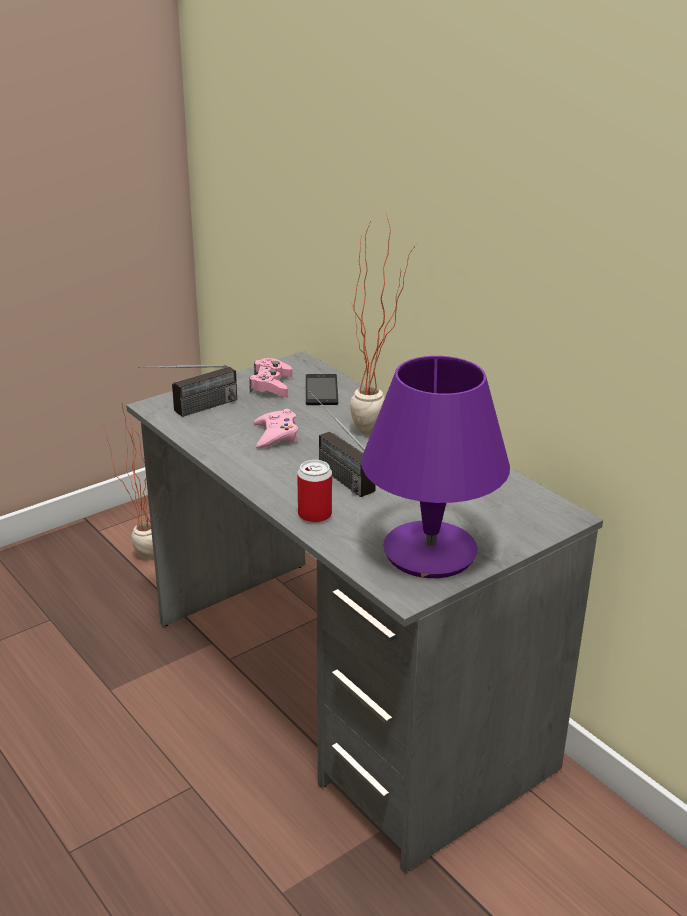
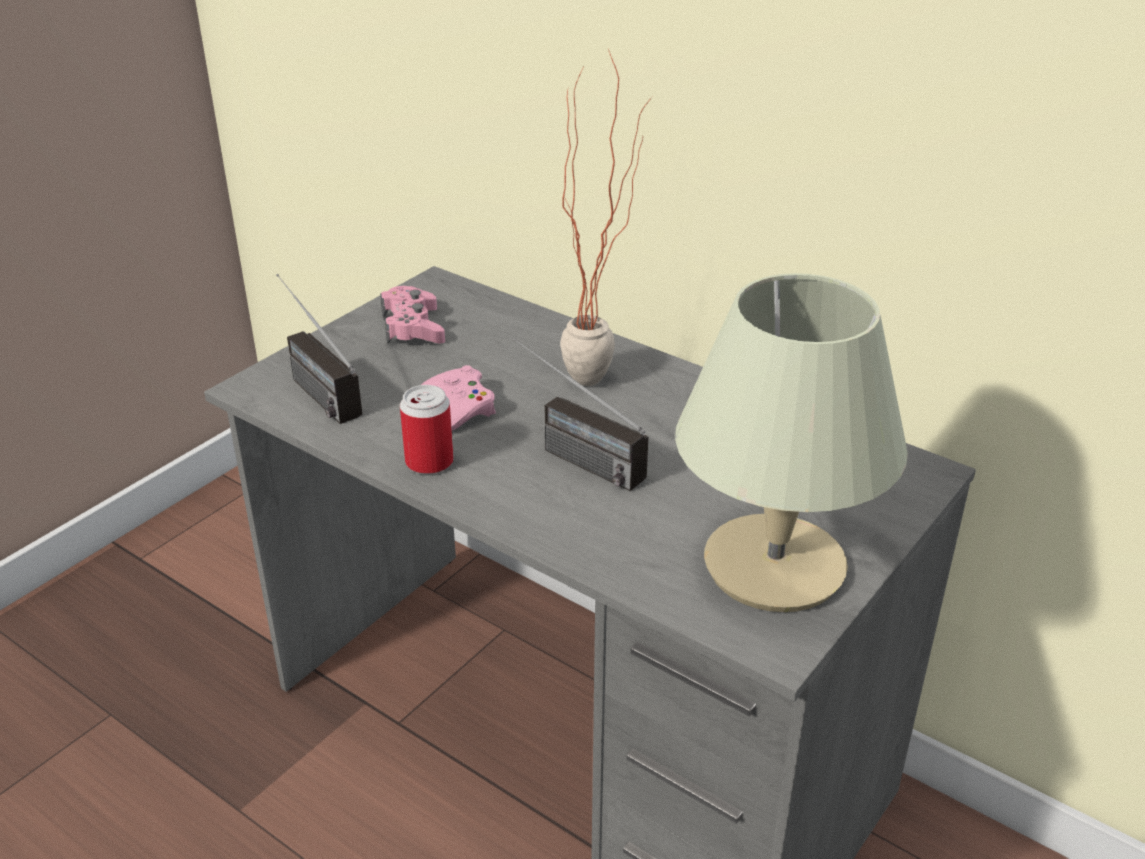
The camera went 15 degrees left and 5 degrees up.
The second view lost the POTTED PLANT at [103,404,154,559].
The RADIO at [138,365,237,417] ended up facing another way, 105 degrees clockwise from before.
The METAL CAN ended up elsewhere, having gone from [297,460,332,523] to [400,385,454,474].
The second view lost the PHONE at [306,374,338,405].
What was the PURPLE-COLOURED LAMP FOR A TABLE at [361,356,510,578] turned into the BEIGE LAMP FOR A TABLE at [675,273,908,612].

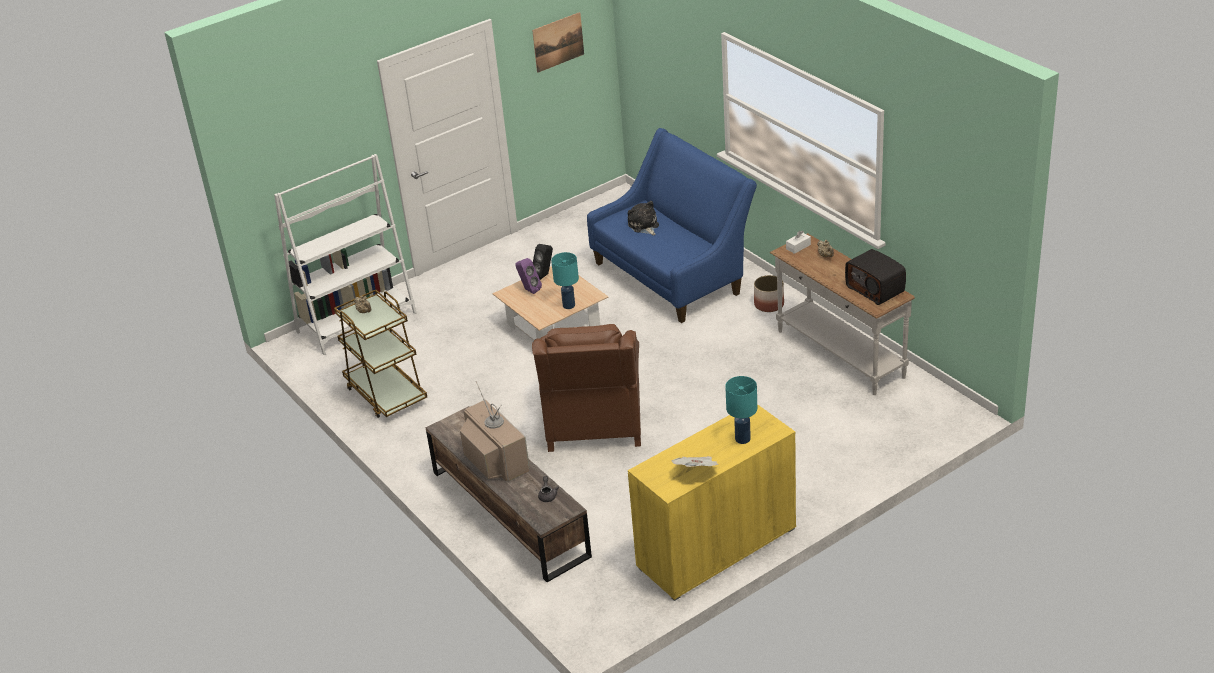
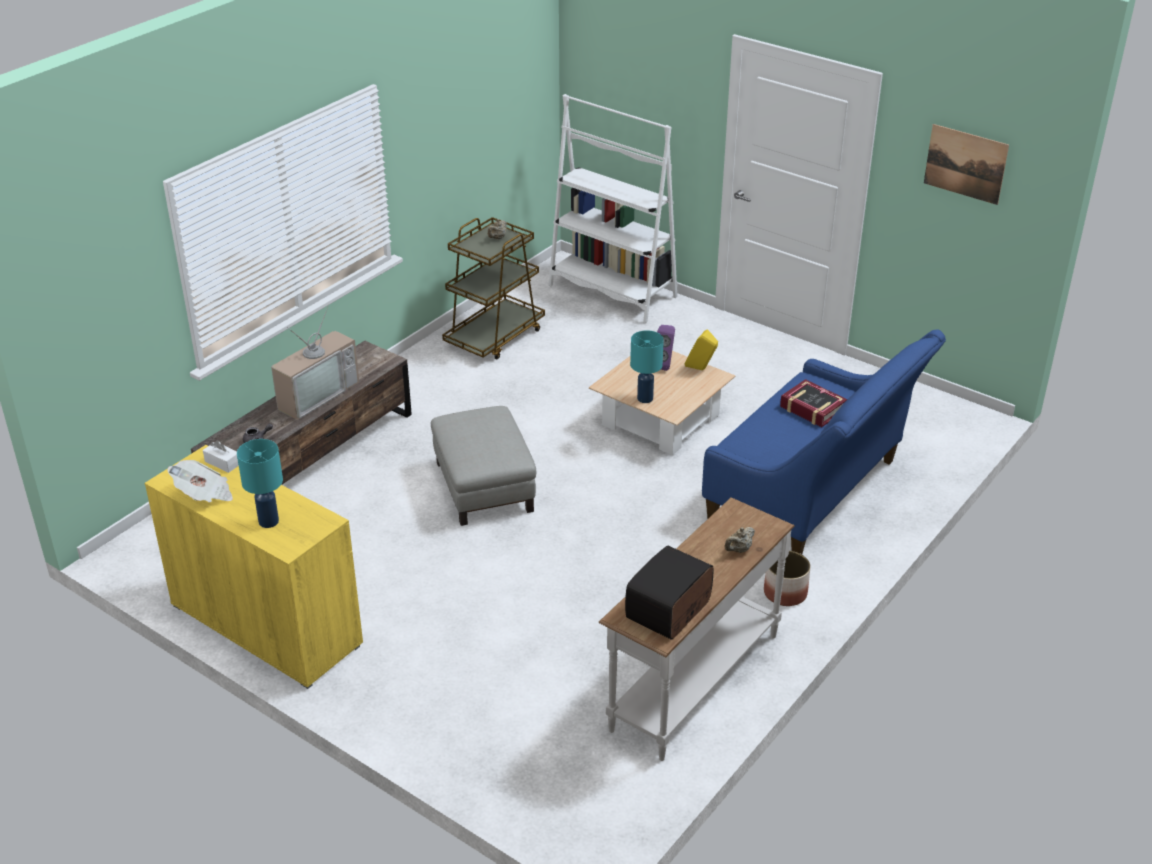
The camera went 70 degrees right and 0 degrees up.
Where the BROWN EASY CHAIR stood at [532,324,641,452], the GREY OTTOMAN came to stand at [431,406,536,526].
What was the BLACK-COLOURED LOUDSPEAKER at [533,244,553,280] turned into the YELLOWISH LOUDSPEAKER at [685,330,718,370].
Where the SOFT TOY stood at [628,201,659,235], the BOUND BOOK came to stand at [780,379,847,427].
The WHITISH BOX OF TISSUES ended up elsewhere, having gone from [786,230,811,254] to [203,440,239,473].

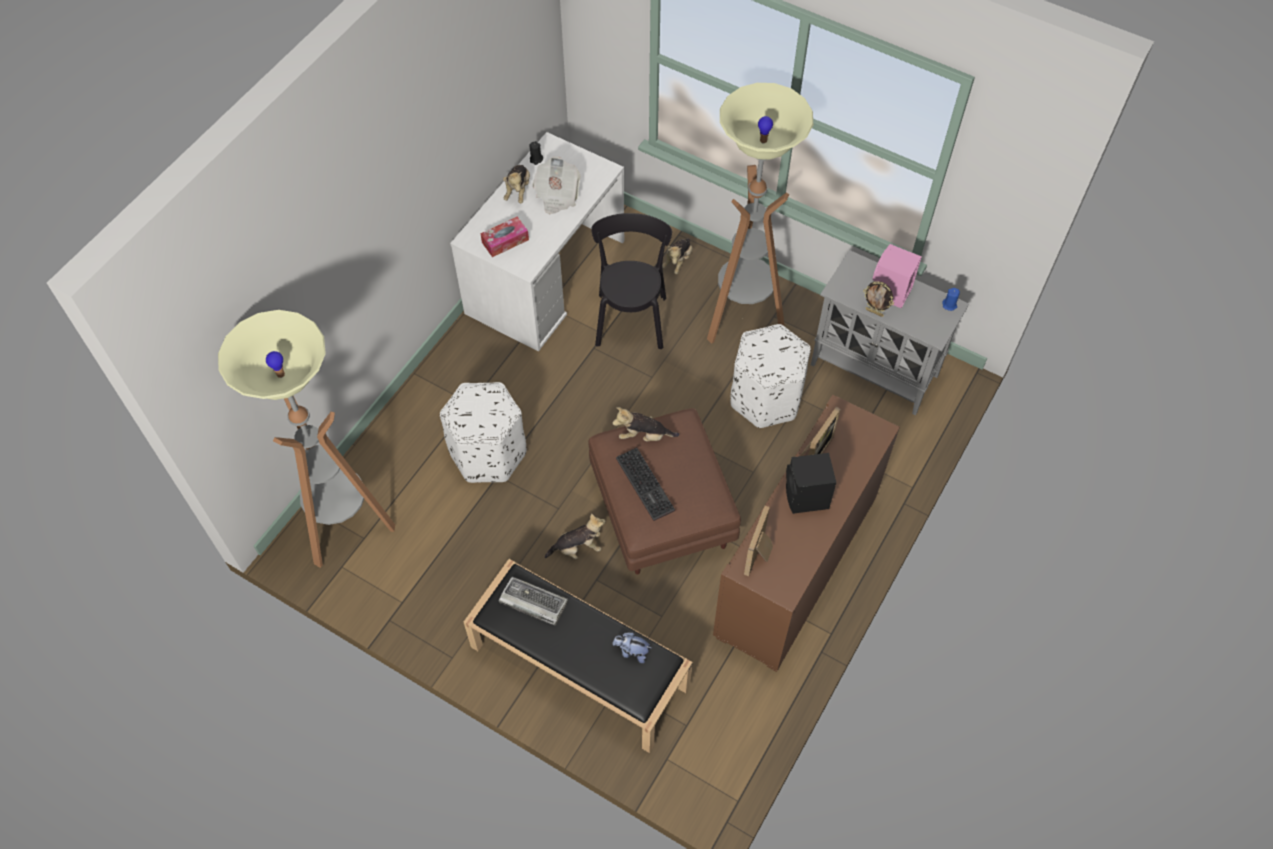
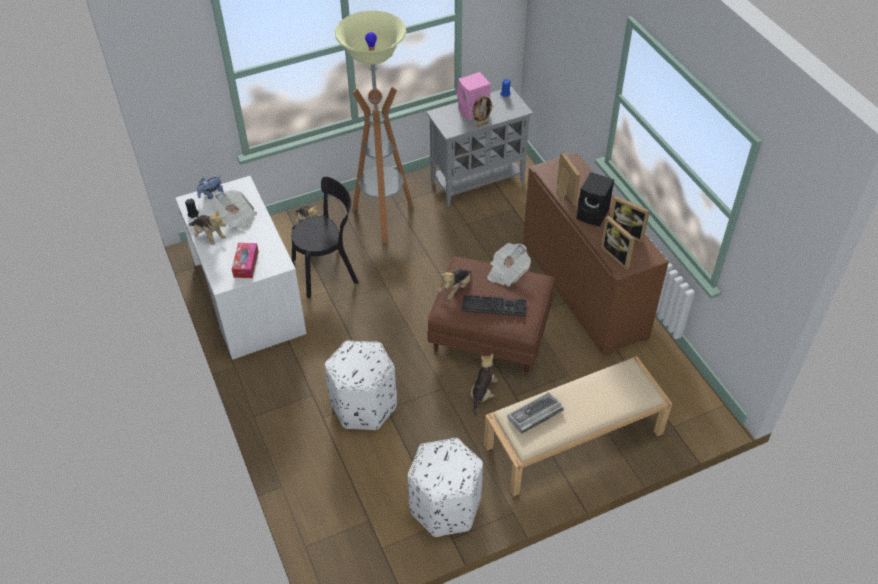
The camera went 55 degrees left and 10 degrees down.
The second view lost the STANDARD LAMP at [218,310,395,568].
What was the BLACK-COLOURED INDOOR BENCH at [464,559,693,753] turned into the BEIGE INDOOR BENCH at [484,356,672,497].
The BLACK-COLOURED PLAIN CHAIR at [591,213,672,349] ended up facing another way, 120 degrees clockwise from before.
The SOFT TOY ended up elsewhere, having gone from [612,632,651,663] to [197,176,224,199].
The WHITISH OTTOMAN ended up elsewhere, having gone from [731,324,811,428] to [408,438,483,537].
The second view gained the DAILY PAPER at [487,243,531,287].
The second view gained the PICTURE FRAME at [611,196,650,243].

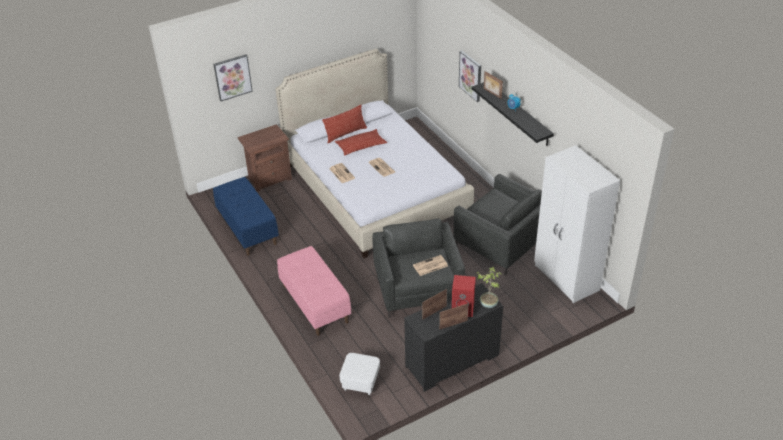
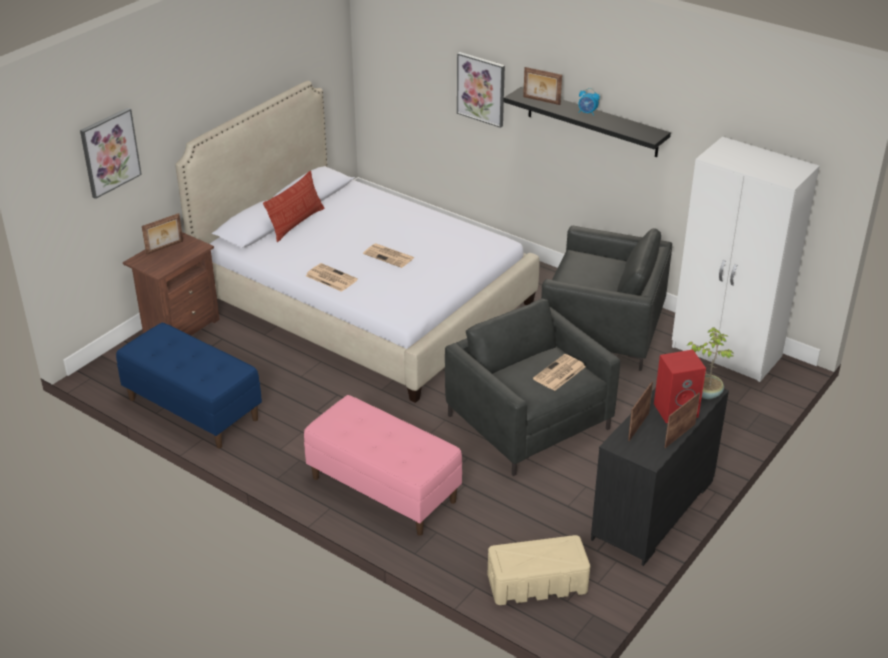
The camera went 25 degrees left and 5 degrees down.
The second view lost the THROW PILLOW at [335,129,387,156].
Where the WHITISH OTTOMAN stood at [339,353,380,395], the BEIGE STORAGE BOX came to stand at [488,535,590,605].
The second view gained the PICTURE FRAME at [142,213,183,255].

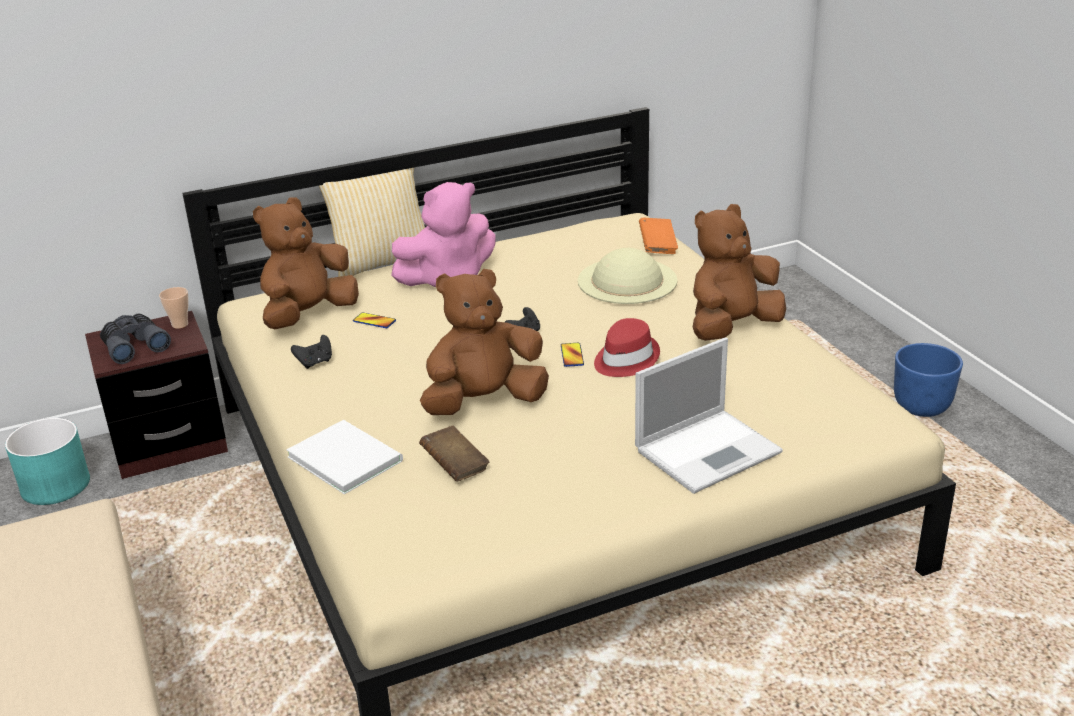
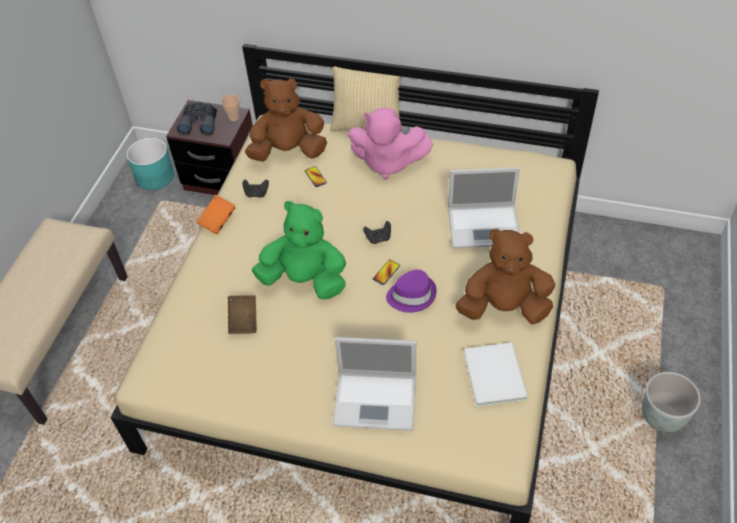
The camera went 40 degrees right and 20 degrees up.
The WHITISH BOUND BOOK ended up elsewhere, having gone from [286,420,403,495] to [464,343,528,407].
What was the BROWN SOFT TOY at [420,269,549,415] turned into the GREEN SOFT TOY at [252,201,346,299].
Where the BEIGE WEARABLE HAT stood at [578,248,678,304], the PORTABLE COMPUTER came to stand at [448,167,520,248].
What was the REDDISH WEARABLE HAT at [594,318,660,377] turned into the PURPLE-COLOURED WEARABLE HAT at [386,269,436,313].
The ORANGE-COLOURED BOUND BOOK ended up elsewhere, having gone from [639,218,678,254] to [196,195,236,234].
What was the BLUE-COLOURED PLANTER at [894,343,963,417] turned into the GREY PLANTER at [642,372,701,432].

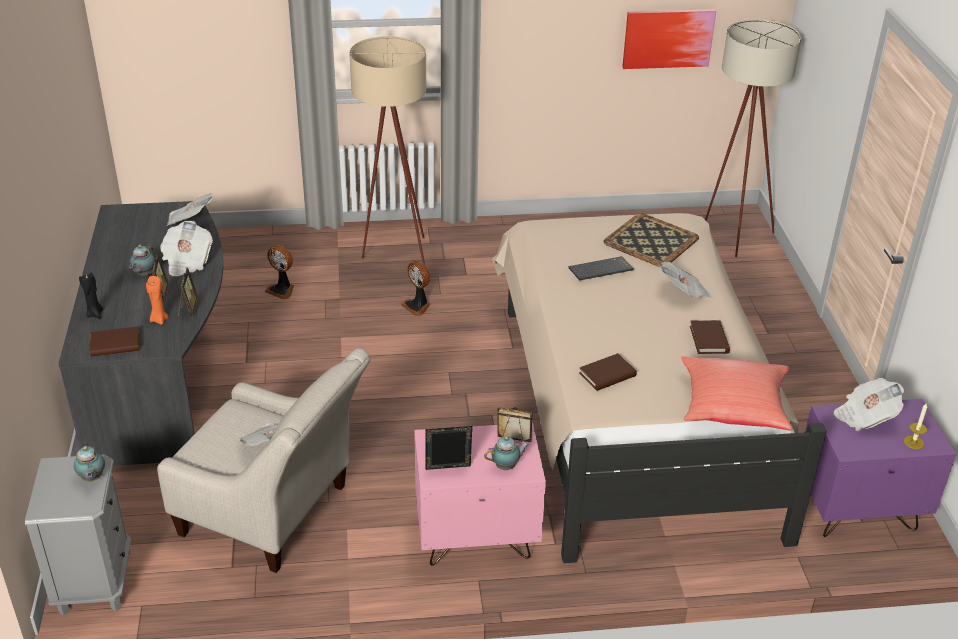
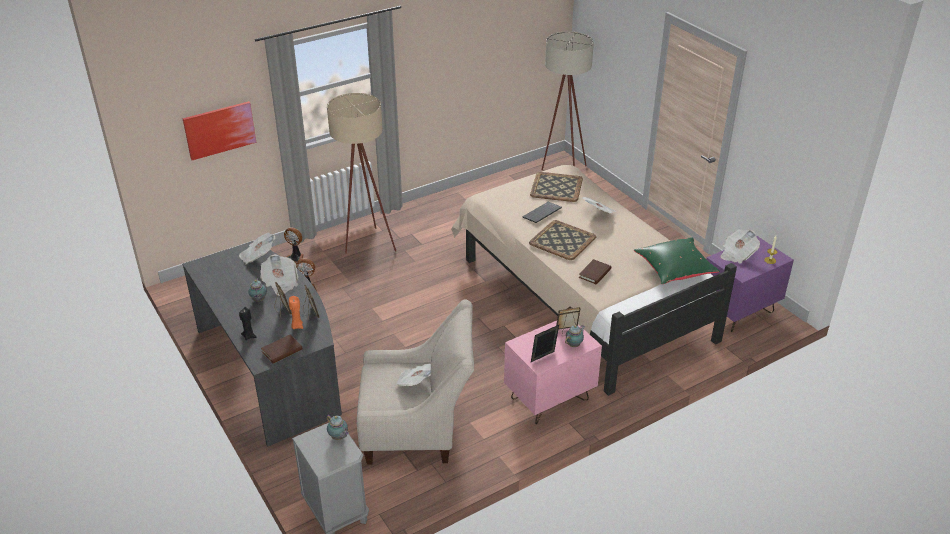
The camera went 25 degrees left and 0 degrees up.
The ELECTRIC FAN ended up elsewhere, having gone from [401,261,431,316] to [284,227,303,265].
The PICTURE ended up elsewhere, having gone from [622,9,716,69] to [183,101,256,160].
What was the REDDISH THROW PILLOW at [681,356,793,430] turned into the GREEN THROW PILLOW at [634,237,720,284].
The second view lost the BROWN BOUND BOOK at [690,320,730,354].
The second view gained the TRAY at [529,220,596,260].

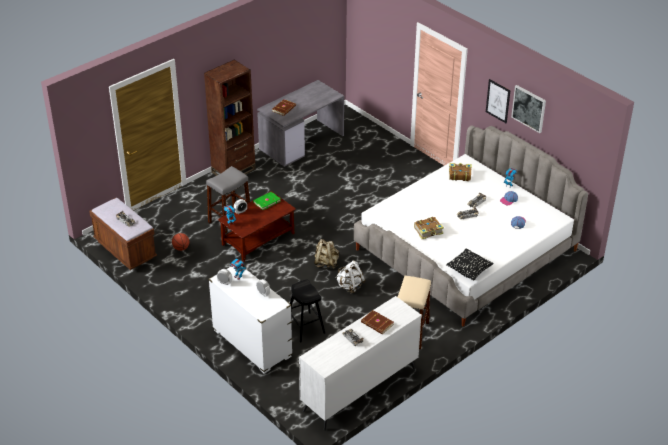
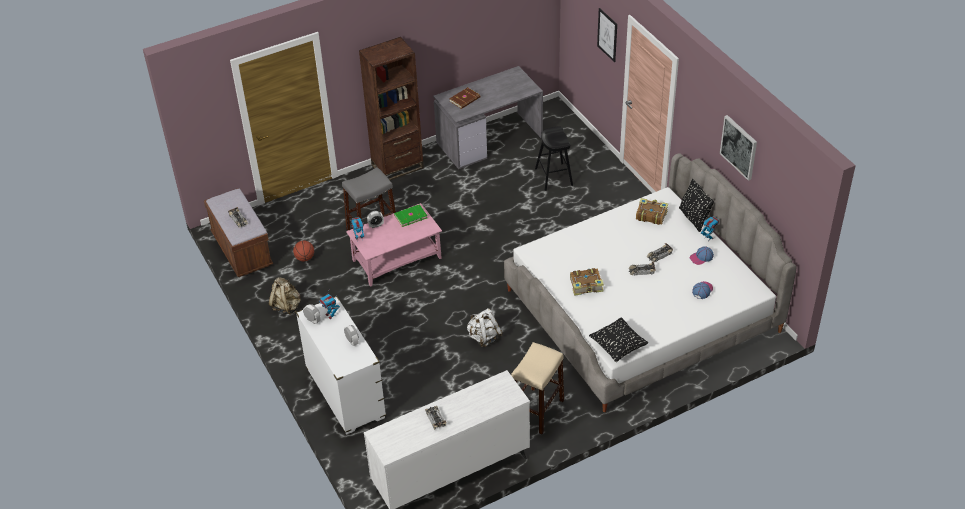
The camera went 15 degrees right and 5 degrees up.
What was the BROWN LOUNGE TABLE at [218,191,296,262] turned into the PINK-COLOURED LOUNGE TABLE at [346,203,442,287].
The BLACK-COLOURED STOOL ended up elsewhere, having gone from [290,280,325,343] to [535,126,573,191].
The BEIGE RUCKSACK ended up elsewhere, having gone from [314,239,339,269] to [269,277,301,315].
The second view lost the BROWN BOUND BOOK at [361,310,394,334].
The PICTURE ended up elsewhere, having gone from [486,79,511,123] to [597,8,617,62].
The second view gained the BLACK-COLOURED THROW PILLOW at [679,179,714,232].

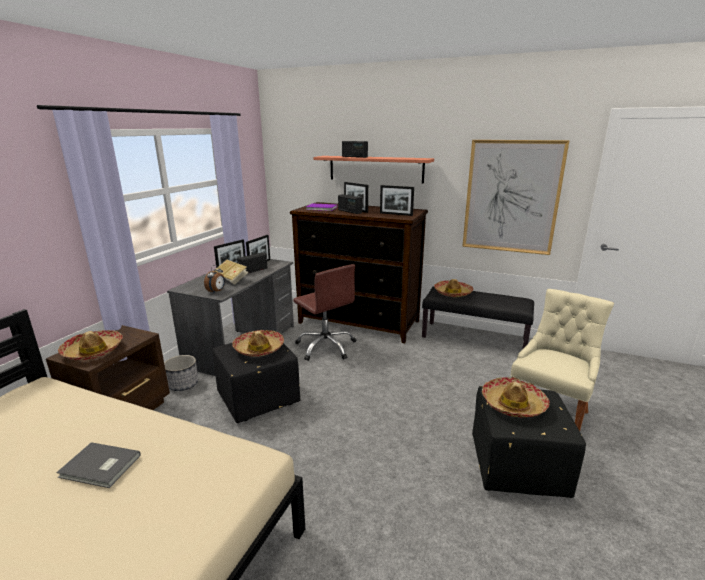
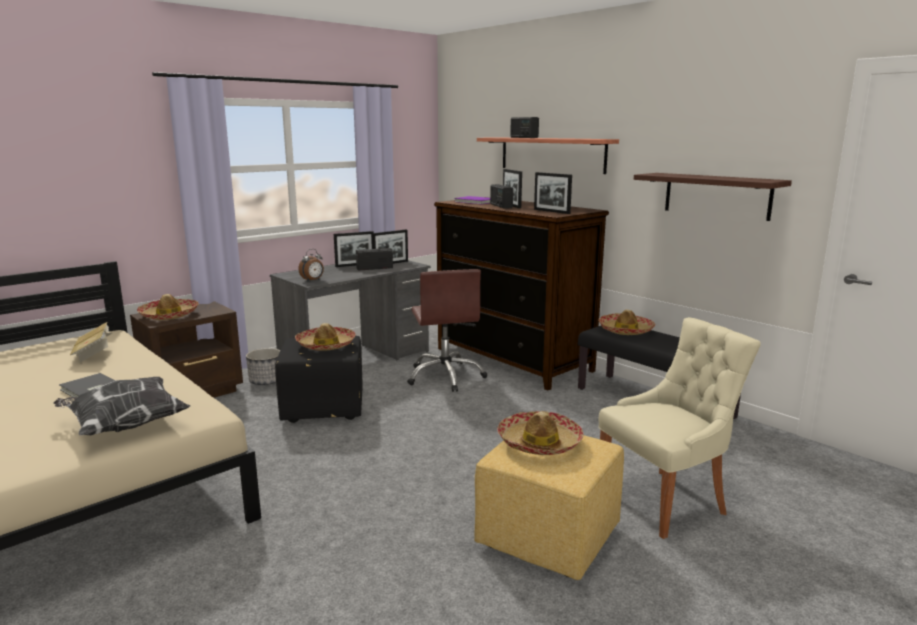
The camera went 25 degrees right and 5 degrees down.
The BOUND BOOK ended up elsewhere, having gone from [214,260,248,285] to [70,322,112,362].
Where the PICTURE hung at [462,140,570,255], the WALL SHELF came to hang at [634,173,792,221].
What was the BLACK-COLOURED OTTOMAN at [472,386,586,498] turned into the YELLOWISH OTTOMAN at [474,435,624,580].
The second view gained the THROW PILLOW at [53,377,190,435].

